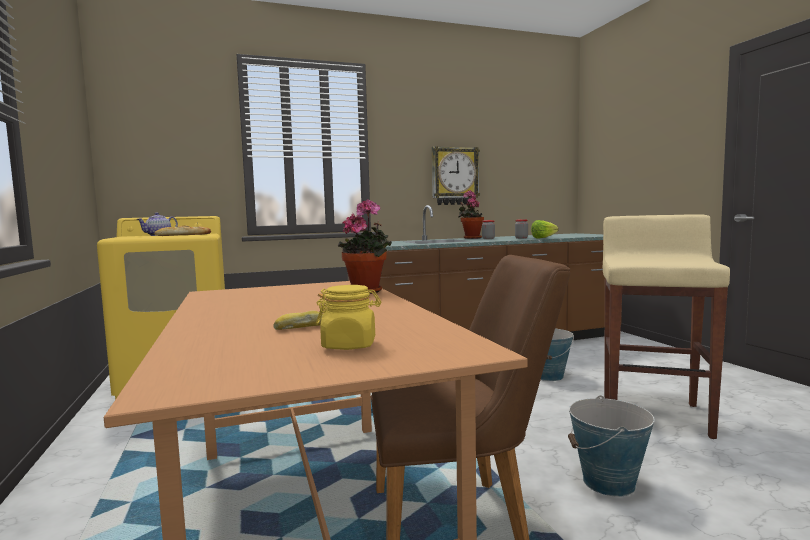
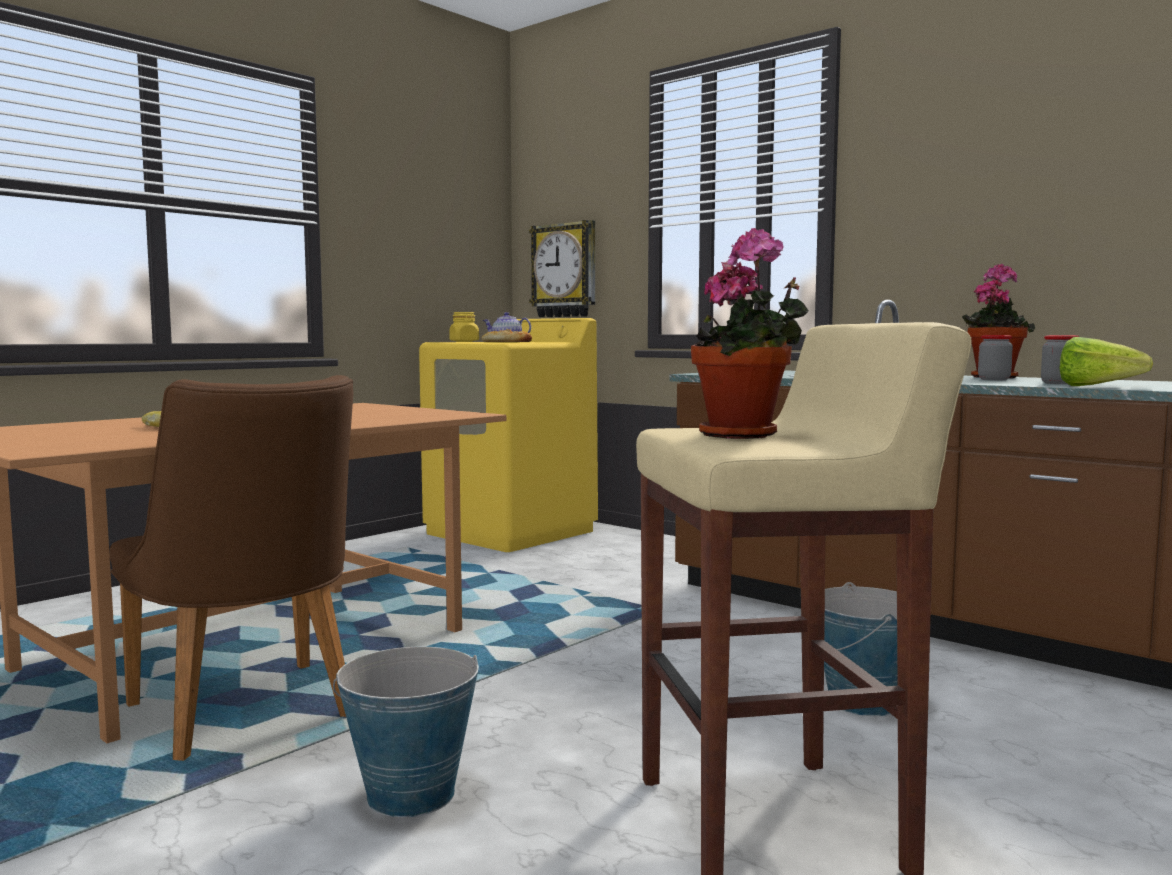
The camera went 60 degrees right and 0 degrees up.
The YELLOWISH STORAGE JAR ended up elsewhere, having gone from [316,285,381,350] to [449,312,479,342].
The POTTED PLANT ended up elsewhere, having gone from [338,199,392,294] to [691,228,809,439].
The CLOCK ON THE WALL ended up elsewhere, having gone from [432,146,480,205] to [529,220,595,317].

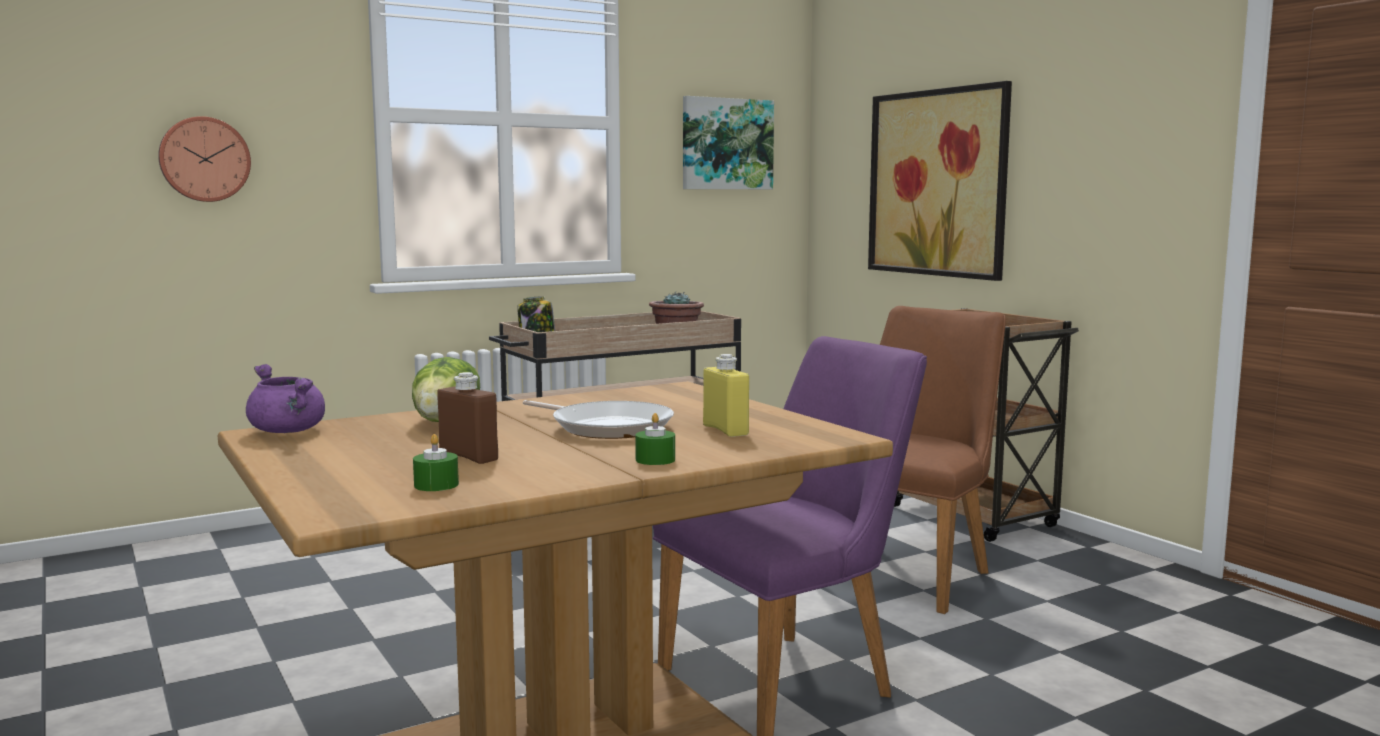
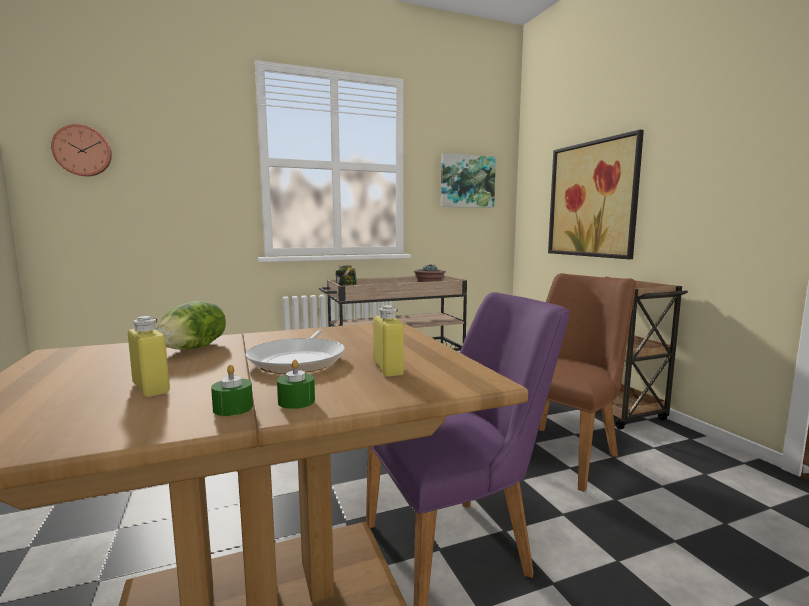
The camera went 10 degrees right and 0 degrees up.
The CLOCK ON THE WALL ended up elsewhere, having gone from [158,116,251,202] to [51,124,112,177].
The second view lost the PURPLE-COLOURED STOCKPOT at [246,364,325,433].
The GREEN WAX CANDLE ended up elsewhere, having gone from [413,434,459,491] to [211,365,253,416].
What was the BROWN BEVERAGE BOTTLE at [437,372,498,464] turned into the YELLOWISH BEVERAGE BOTTLE at [128,316,170,397].
The SKILLET at [523,400,674,439] ended up facing another way, 45 degrees clockwise from before.

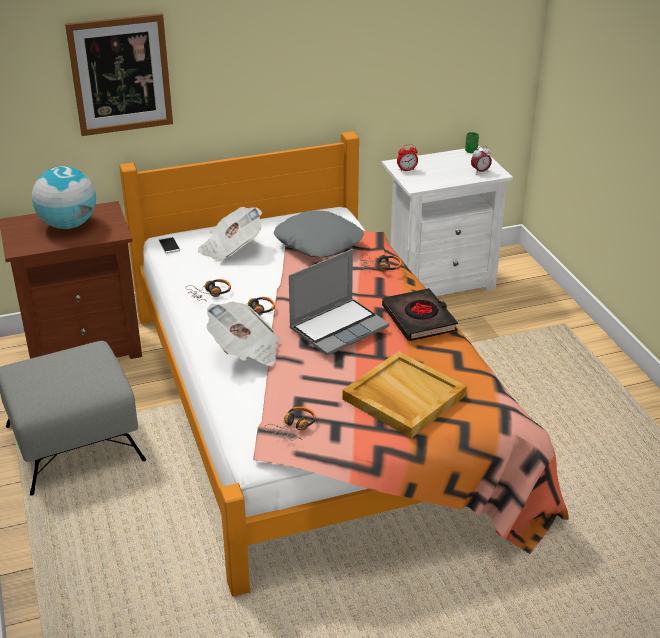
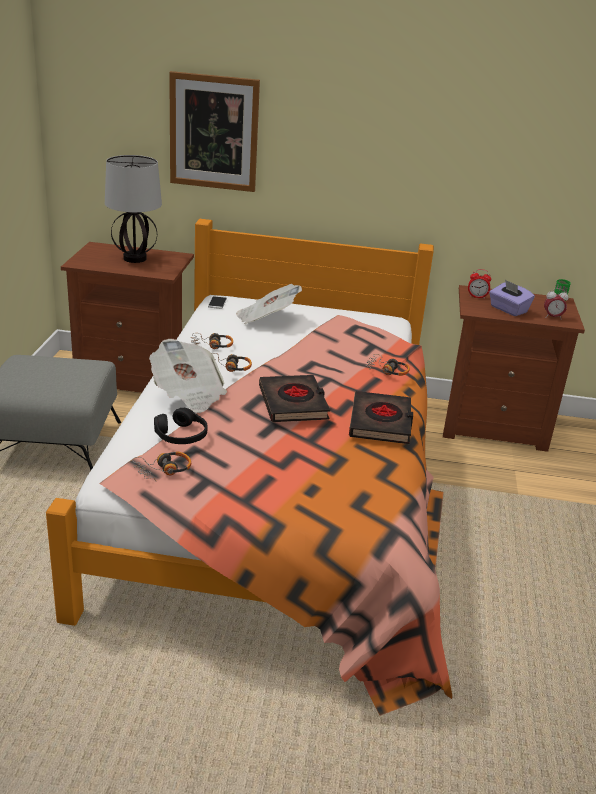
The camera went 25 degrees right and 5 degrees down.
Where the DESK GLOBE stood at [32,166,96,229], the LAMP FOR A TABLE came to stand at [105,155,162,263].
The second view lost the GREY THROW PILLOW at [274,211,364,257].
Where the PORTABLE COMPUTER stood at [289,249,389,356], the BLACK-COLOURED BOUND BOOK came to stand at [259,375,330,422].
The second view lost the BEIGE TRAY at [342,351,467,438].
What was the WHITISH NIGHTSTAND at [381,146,513,296] turned into the BROWN NIGHTSTAND at [443,285,585,452].
The second view gained the BLACK-COLOURED HEADSET at [154,408,207,444].
The second view gained the PURPLE-COLOURED BOX OF TISSUES at [489,280,535,316].

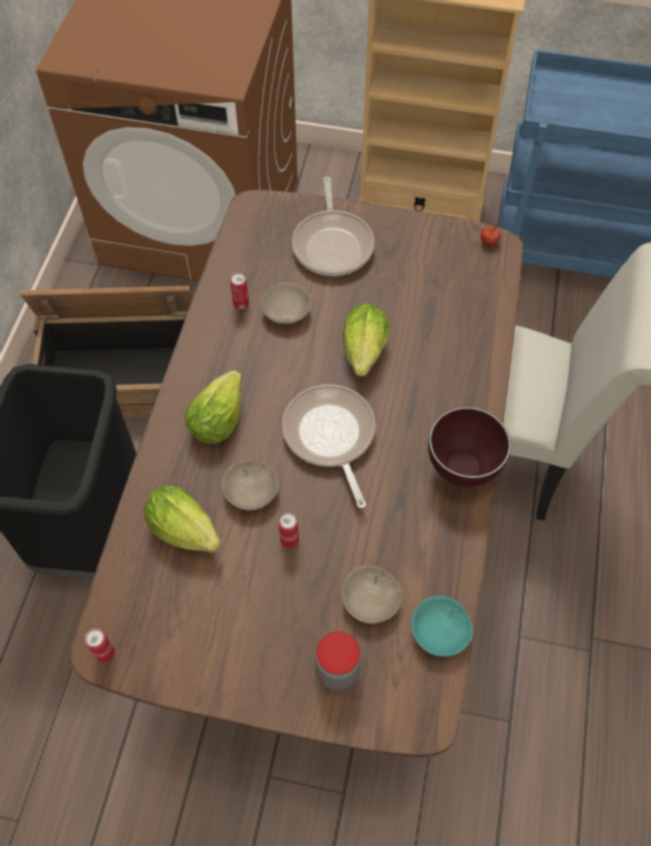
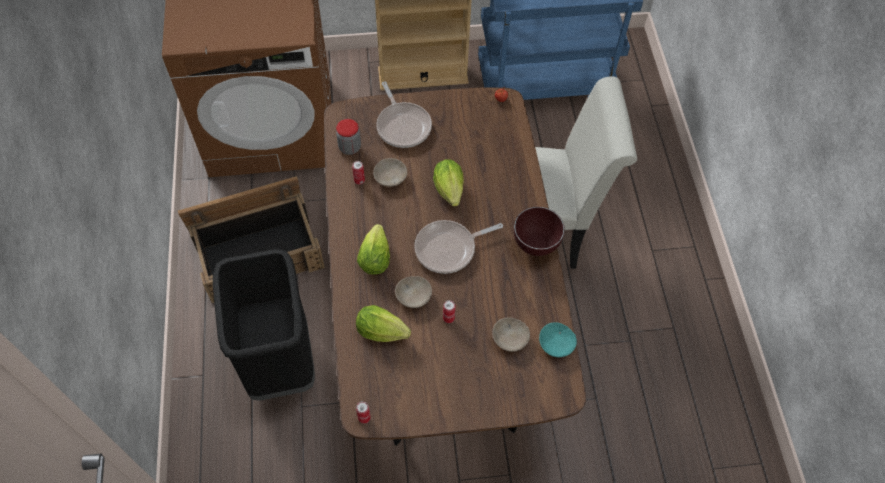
The camera went 20 degrees left and 0 degrees up.
The SKILLET at [282,384,376,508] ended up facing another way, 75 degrees counterclockwise from before.
The STORAGE JAR ended up elsewhere, having gone from [315,632,361,690] to [336,119,361,155].

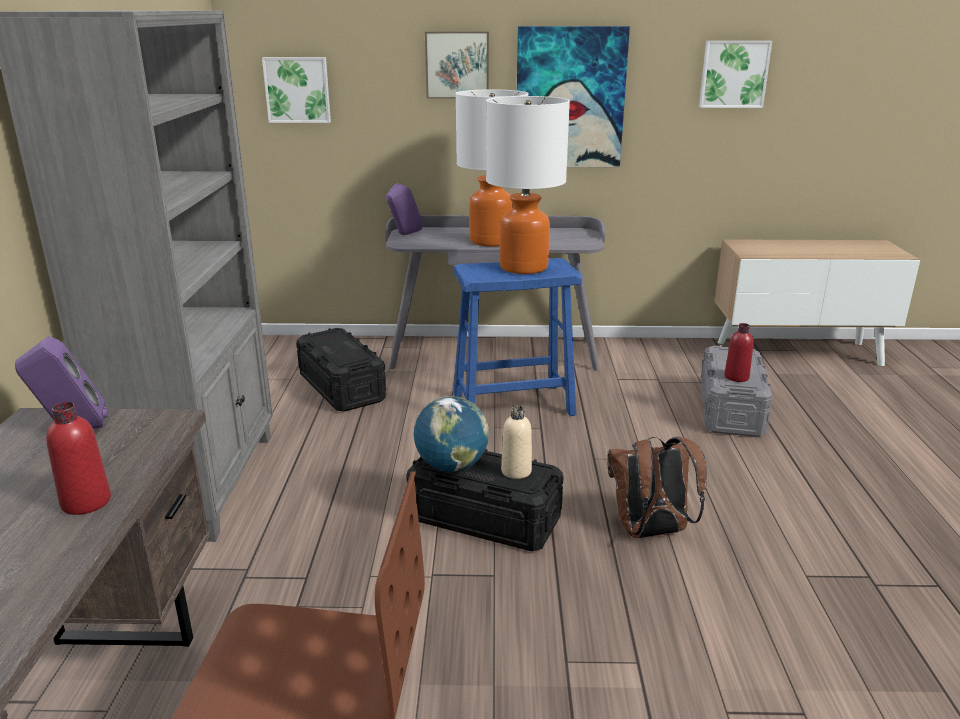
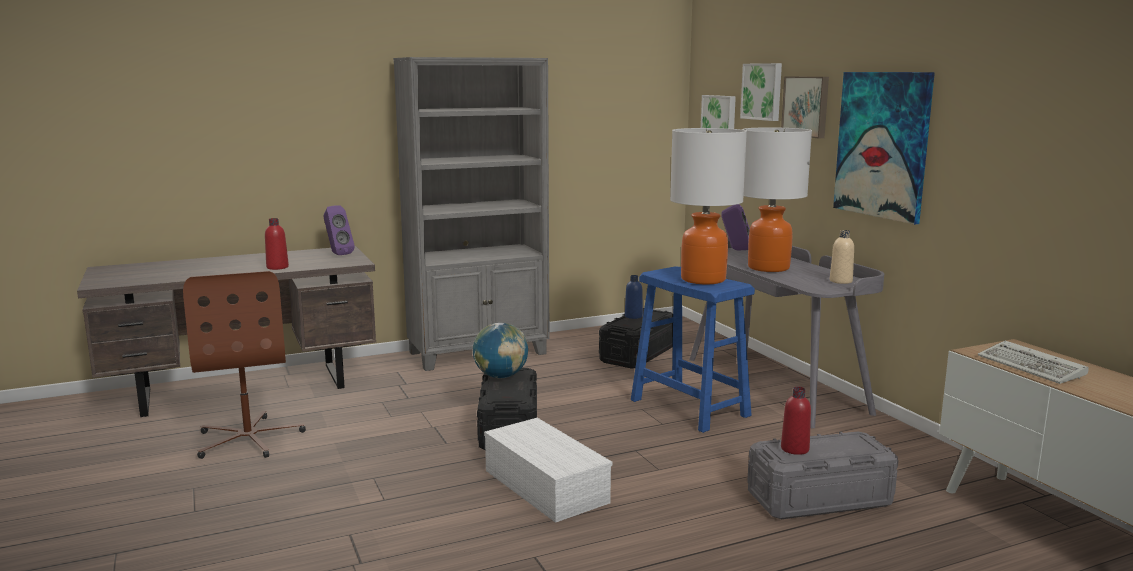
The camera went 65 degrees right and 10 degrees down.
The BEIGE BEVERAGE BOTTLE ended up elsewhere, having gone from [501,406,532,479] to [830,230,854,284].
Where the BROWN RUCKSACK stood at [607,437,707,538], the WHITISH STORAGE BOX came to stand at [484,418,612,523].
The PICTURE ended up elsewhere, having gone from [699,41,772,108] to [740,63,782,121].
The second view gained the BLUE-COLOURED BEVERAGE BOTTLE at [625,275,643,319].
The second view gained the COMPUTER KEYBOARD at [978,341,1088,384].

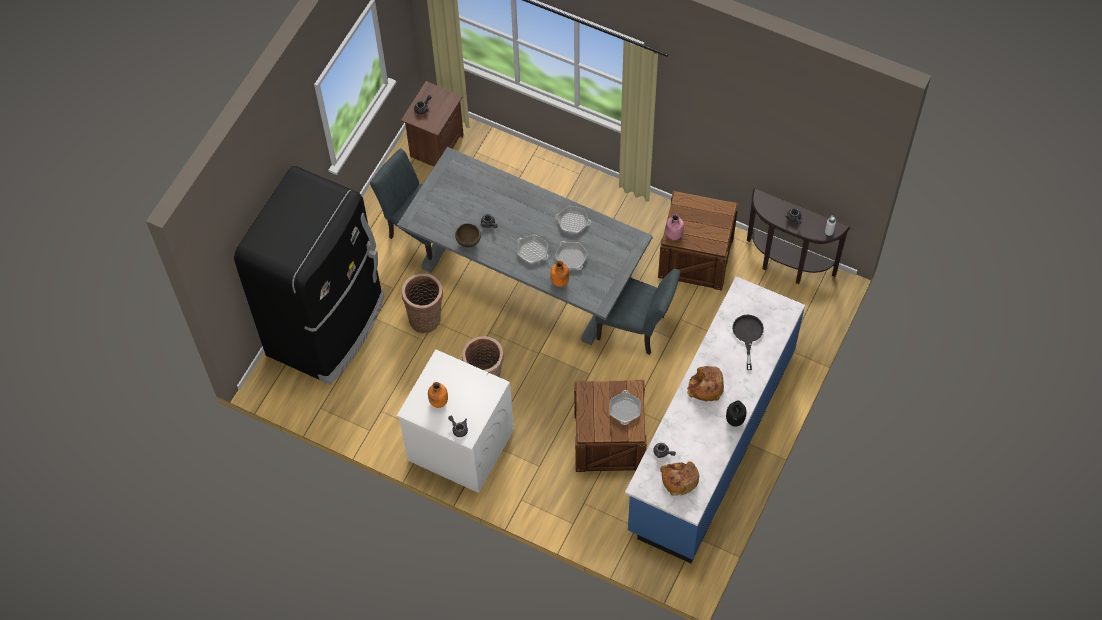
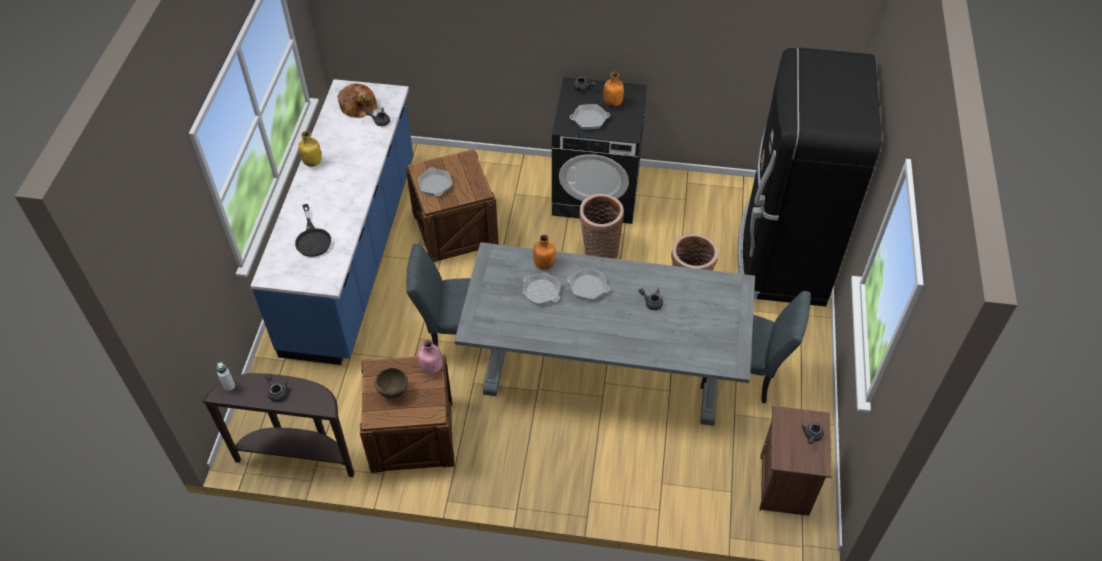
The camera went 160 degrees right and 10 degrees down.
What was the WHITISH WASHING MACHINE at [397,349,514,493] turned into the BLACK-COLOURED WASHING MACHINE at [552,77,647,224].
The BROWN DEEP DISH ended up elsewhere, having gone from [455,223,481,248] to [375,368,408,399].
The SKILLET ended up elsewhere, having gone from [555,206,591,233] to [570,104,610,130].
The second view lost the BREAD at [687,366,724,401].
What was the BLACK-COLOURED BEVERAGE BOTTLE at [726,400,746,426] turned into the YELLOWISH BEVERAGE BOTTLE at [298,131,322,167].

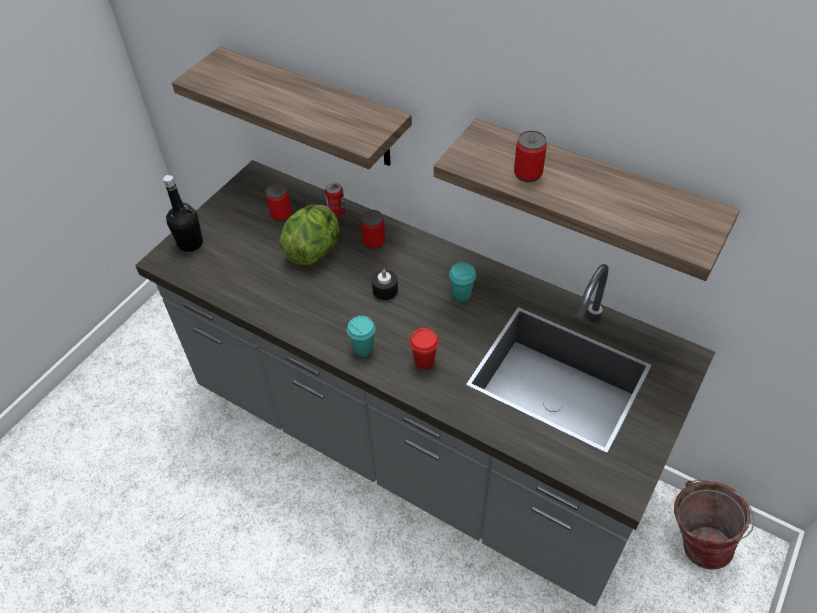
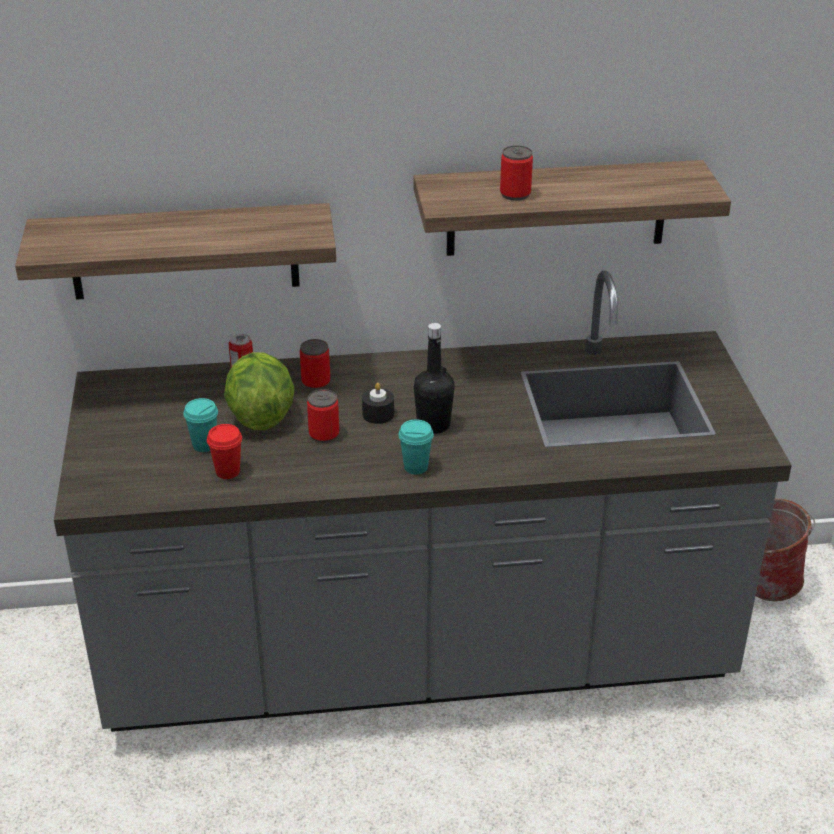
The camera went 40 degrees left and 15 degrees down.
The BLACK-COLOURED BEVERAGE BOTTLE ended up elsewhere, having gone from [163,175,203,252] to [414,323,455,434].
The METAL CAN ended up elsewhere, having gone from [266,183,292,221] to [307,389,339,443].
The REDDISH SMALL CUP ended up elsewhere, having gone from [410,328,439,369] to [207,424,242,479].
The TURQUOISE-COLOURED SMALL CUP ended up elsewhere, having gone from [449,262,476,302] to [183,398,218,452].

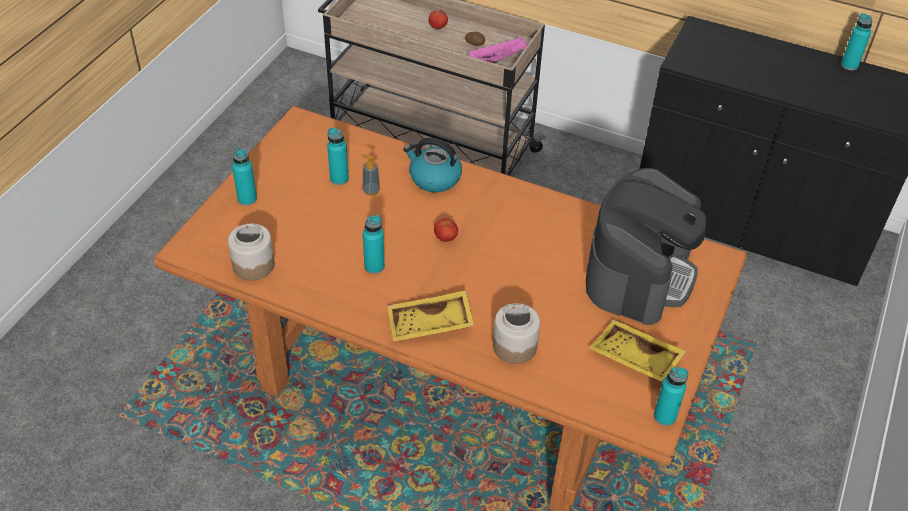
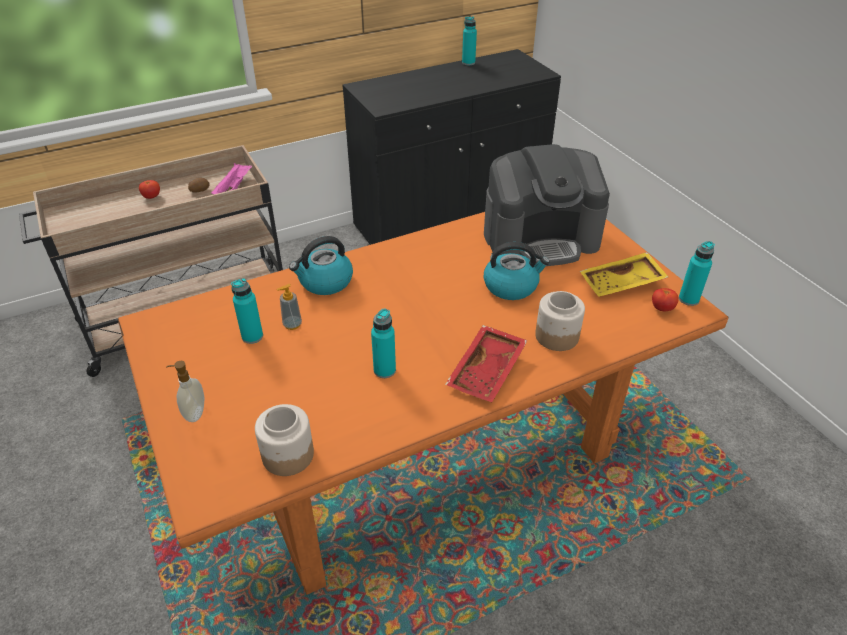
The camera went 50 degrees left and 5 degrees down.
Where the TURQUOISE-COLOURED BEVERAGE BOTTLE stood at [232,148,257,206], the SOAP BOTTLE came to stand at [166,361,205,422].
What was the YELLOWISH TRAY at [387,290,474,341] turned into the REDDISH TRAY at [445,325,528,402].
The TOMATO ended up elsewhere, having gone from [434,218,458,242] to [652,288,679,311].
The COFFEE MACHINE at [586,168,706,325] ended up facing another way, 105 degrees clockwise from before.
The second view gained the KETTLE at [484,242,550,300].

